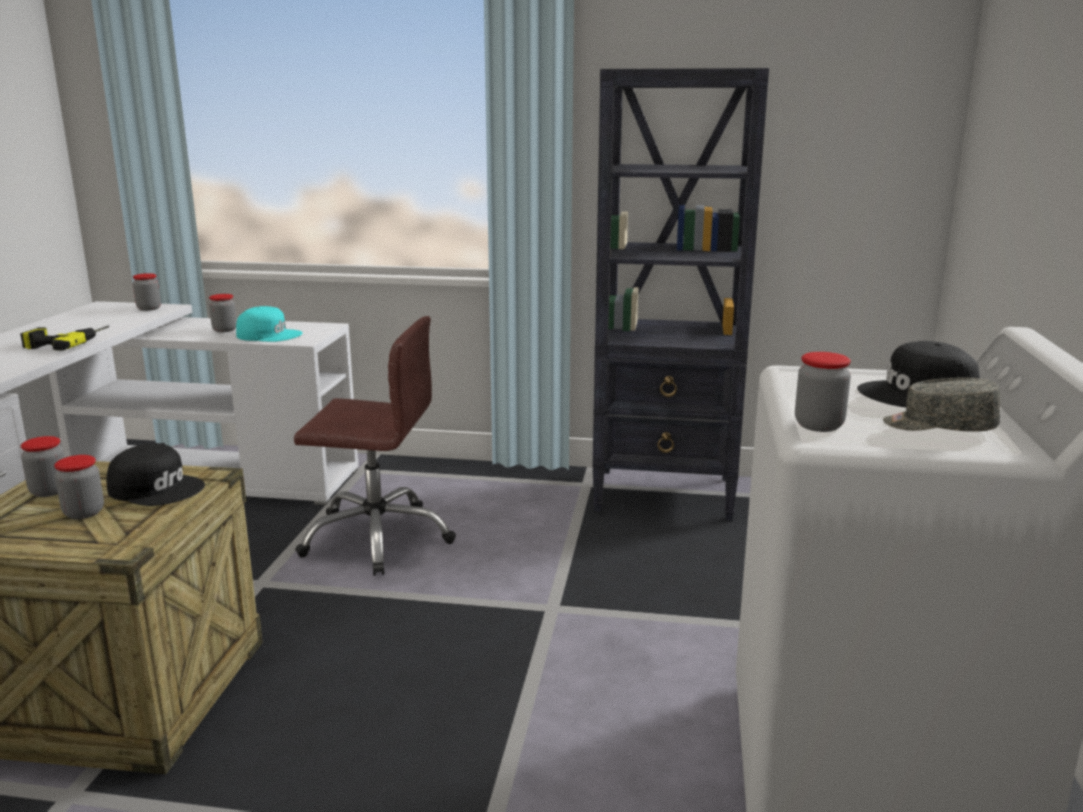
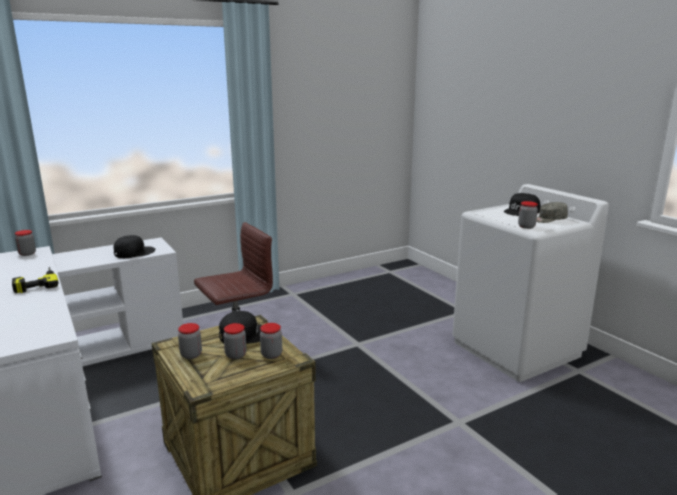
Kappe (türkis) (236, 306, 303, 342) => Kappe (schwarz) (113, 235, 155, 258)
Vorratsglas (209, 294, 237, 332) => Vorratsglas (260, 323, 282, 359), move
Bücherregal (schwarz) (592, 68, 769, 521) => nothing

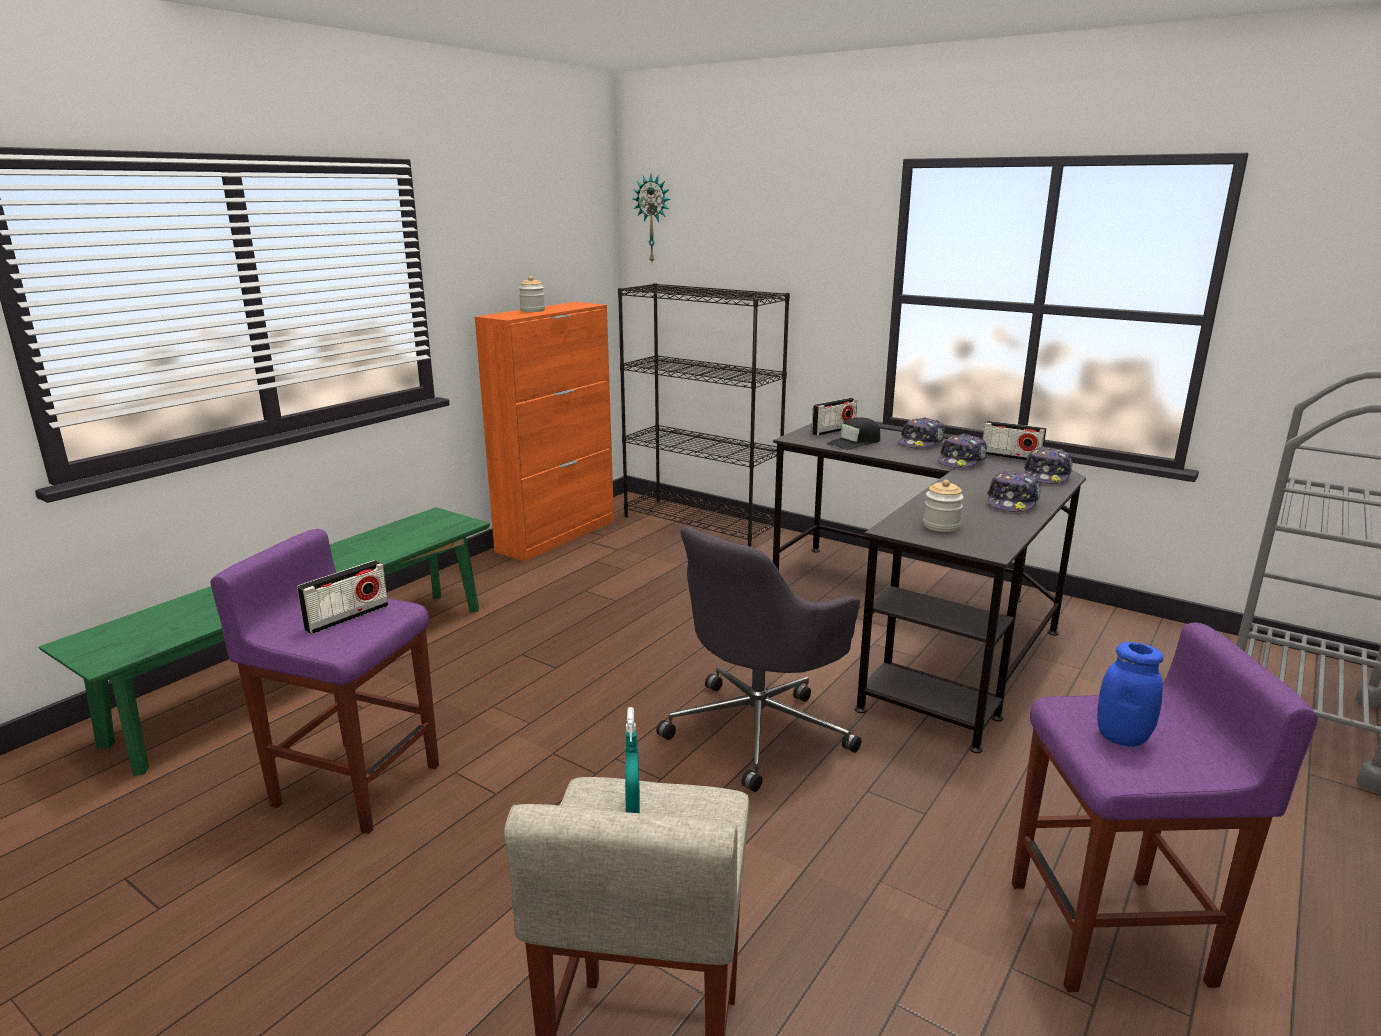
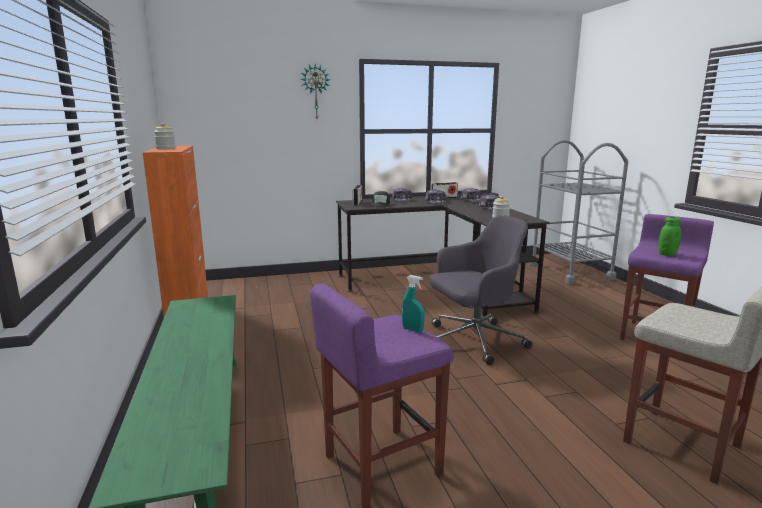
Wanduhr (633, 174, 671, 262) => Wanduhr (301, 64, 330, 119), move
Sprühflasche (türkis) (625, 707, 640, 813) => Sprühflasche (türkis) (402, 275, 425, 332), move
Bürostuhl (grau) (656, 526, 861, 792) => Bürostuhl (grau) (429, 215, 532, 365), 105 degrees counterclockwise
Vorratsglas (blau) (1097, 642, 1163, 747) => Vorratsglas (grün) (658, 217, 681, 256)
Radio (297, 560, 389, 634) => nothing
Bücherregal (schwarz) (618, 283, 790, 547) => nothing

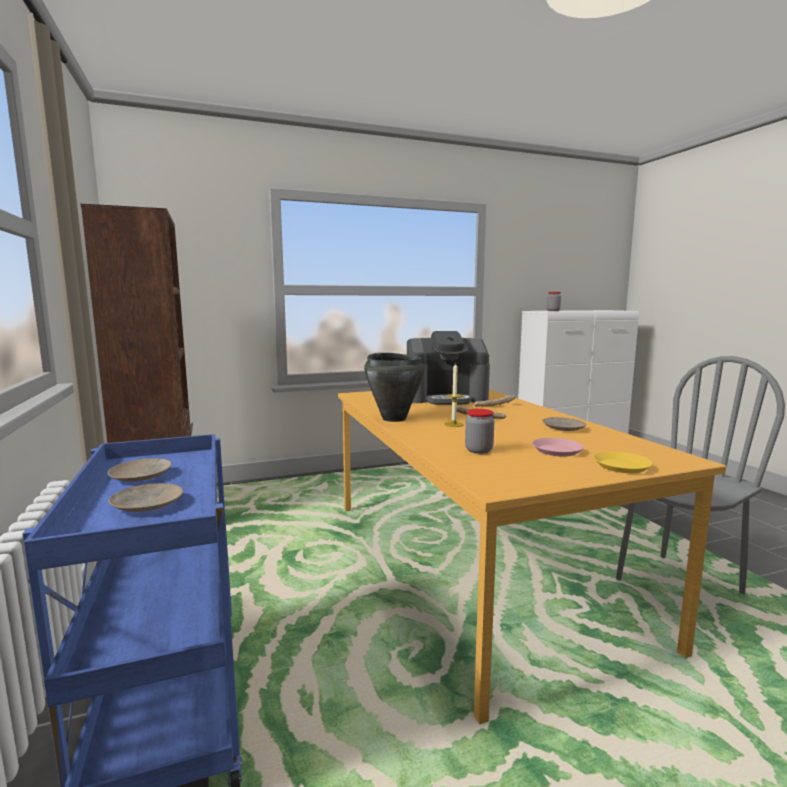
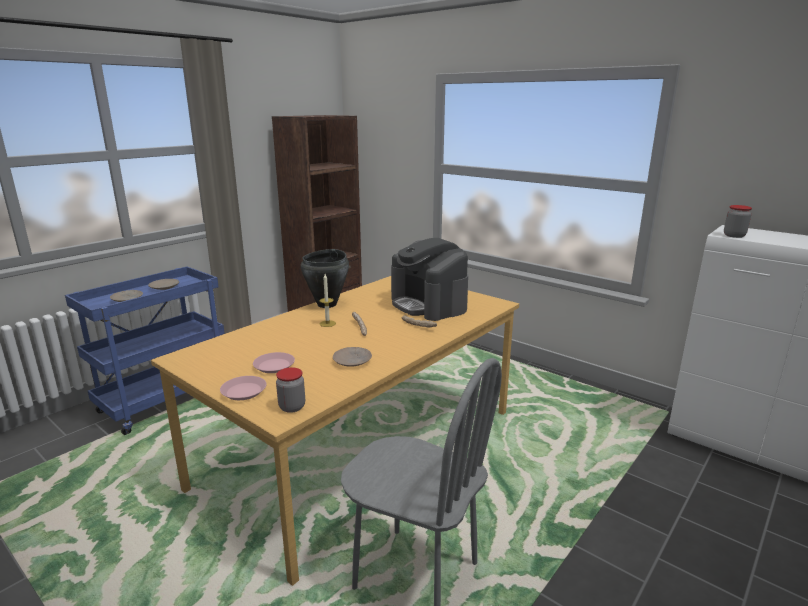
Teller (gelb) (593, 451, 653, 473) => Teller (rosa) (220, 376, 266, 400)
Vorratsglas (465, 409, 494, 454) => Vorratsglas (276, 367, 305, 413), move

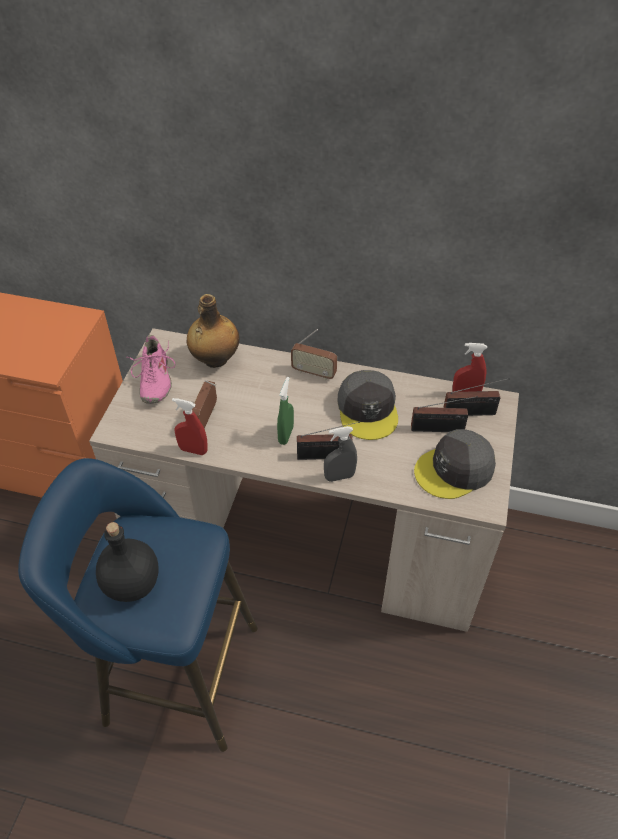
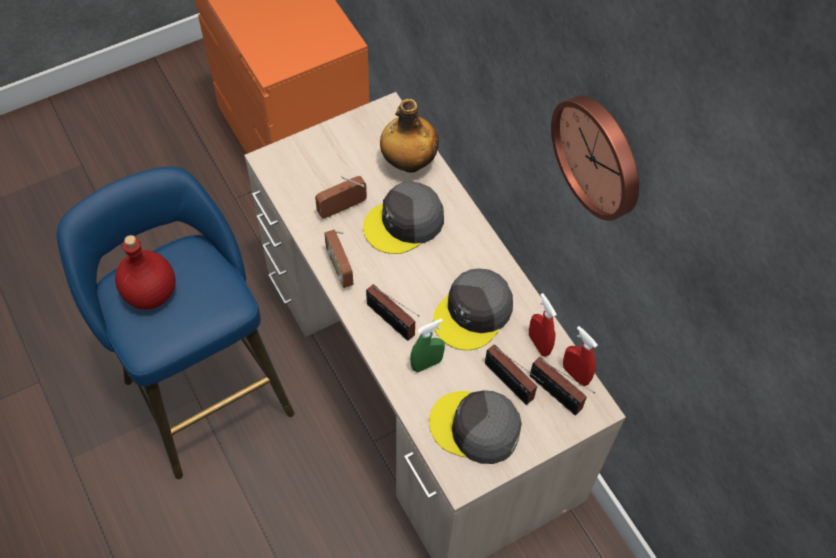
Flasche (schwarz) (96, 522, 158, 602) => Flasche (rot) (115, 235, 176, 310)
Radio (291, 329, 337, 380) => Radio (324, 230, 354, 288), move
nothing => Kappe (grau) (363, 182, 444, 254)
Sprühflasche (grün) (277, 377, 294, 445) => Sprühflasche (grün) (410, 319, 445, 372), move
Sprühflasche (rot) (172, 398, 208, 455) => Sprühflasche (rot) (529, 293, 557, 357), move
nothing => Wanduhr (551, 95, 639, 221)
Schuh (rosa) (127, 335, 175, 404) => nothing
Sprühflasche (grau) (324, 426, 357, 482) => nothing

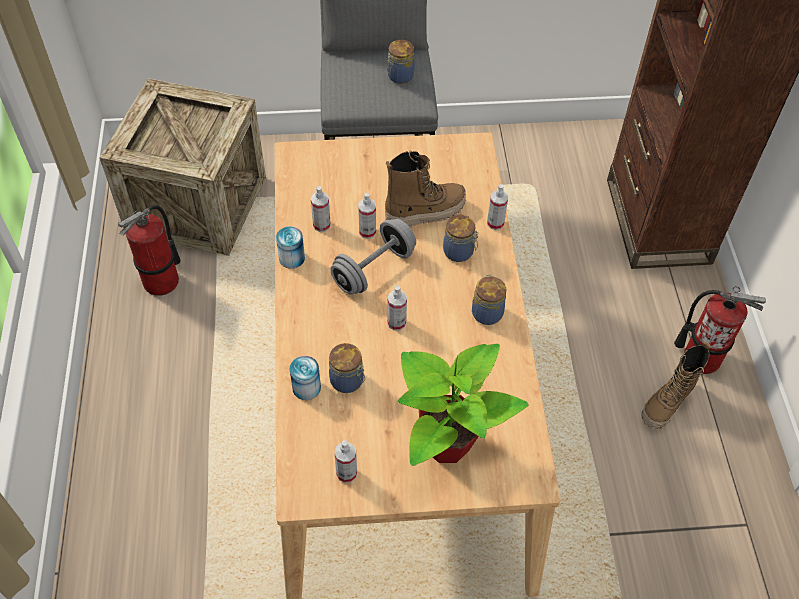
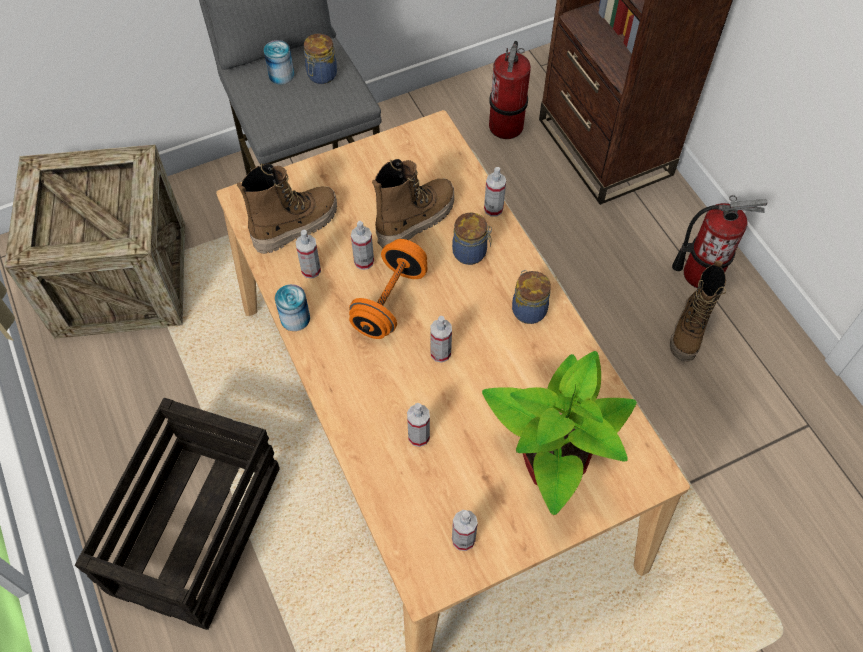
nothing => Kiste (75, 398, 280, 630)
nothing => Stiefel (237, 164, 337, 254)
Dose (289, 356, 321, 400) => Dose (264, 40, 294, 84), move
Hantel (grau) (330, 219, 416, 295) => Hantel (orange) (349, 239, 428, 339)
Vorratsglas (329, 343, 365, 393) => Sprühflasche (407, 403, 430, 447)
Feuerlöscher (118, 205, 181, 296) => Feuerlöscher (489, 41, 531, 139), move

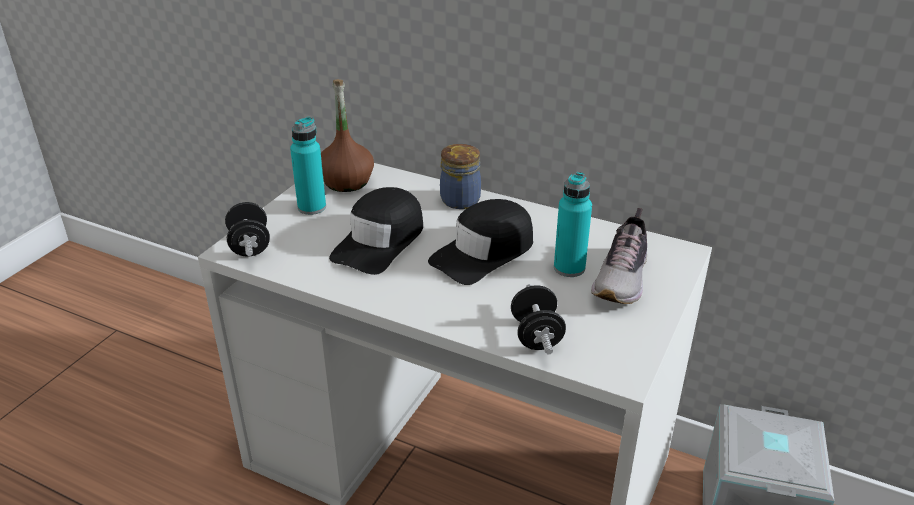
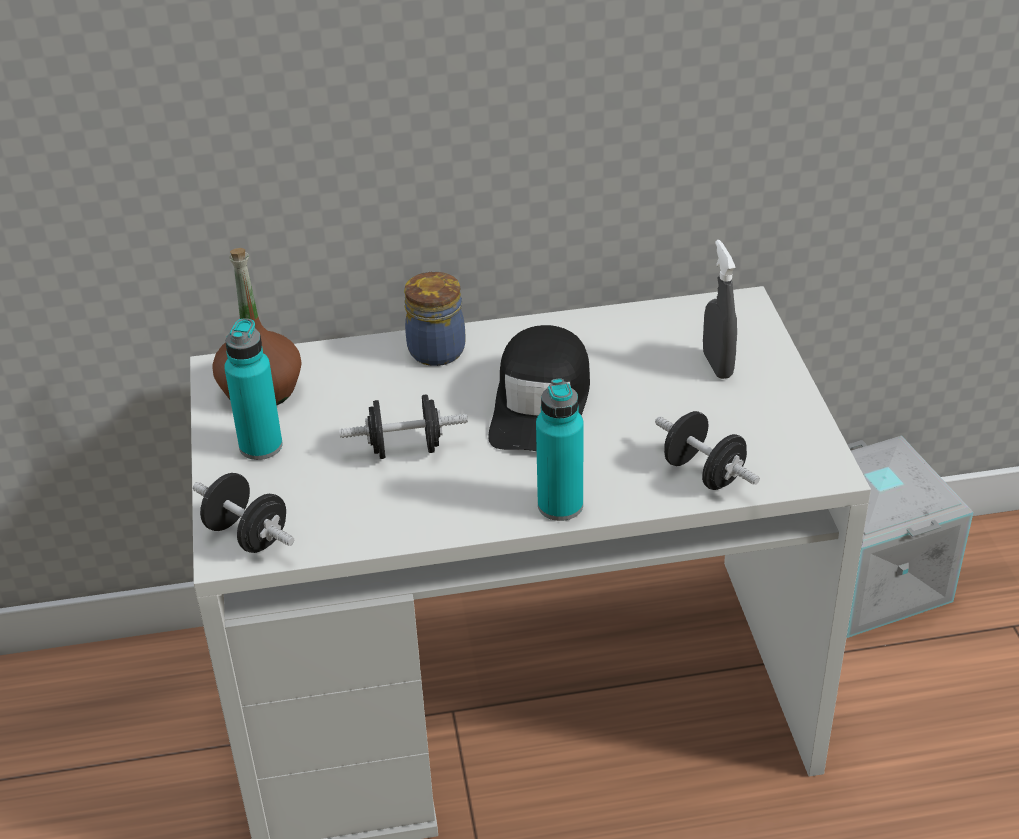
Kappe (schwarz) (329, 187, 423, 275) => Hantel (schwarz) (339, 394, 468, 459)
Flasche (türkis) (554, 172, 592, 277) => Flasche (türkis) (536, 379, 584, 521), move
Schuh (591, 208, 647, 304) => Sprühflasche (grau) (703, 240, 737, 379)

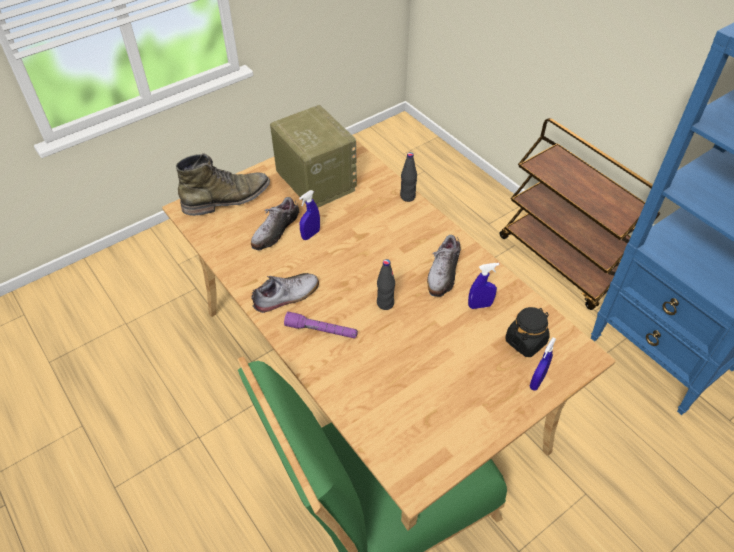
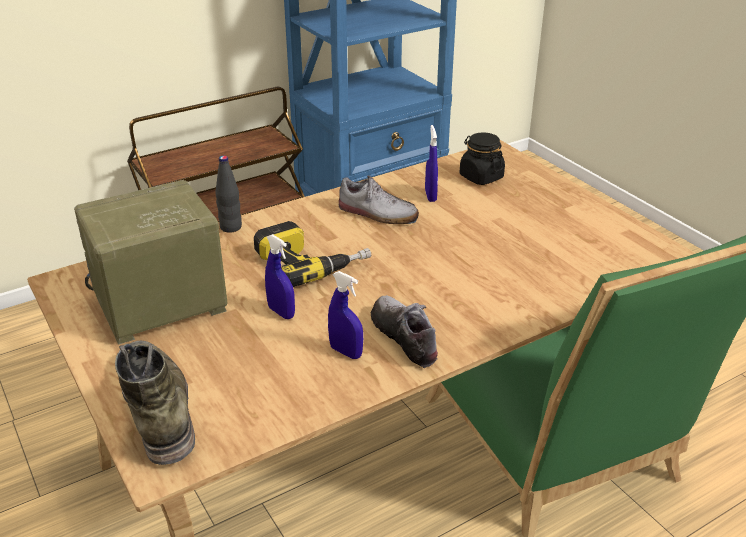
nothing => Bohrmaschine (254, 221, 371, 287)
Sprühflasche (blau) (530, 337, 556, 391) => Sprühflasche (blau) (328, 271, 363, 359), move
Schuh (251, 197, 299, 250) => nothing
Taschenlampe (lila) (284, 312, 358, 339) => nothing
Flasche (schwarz) (377, 259, 395, 310) => nothing

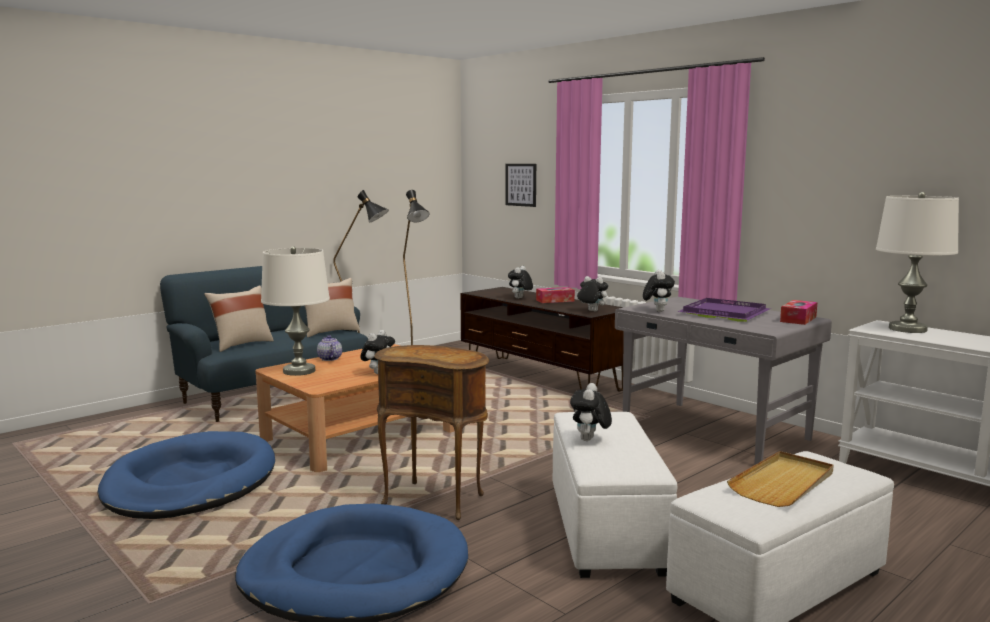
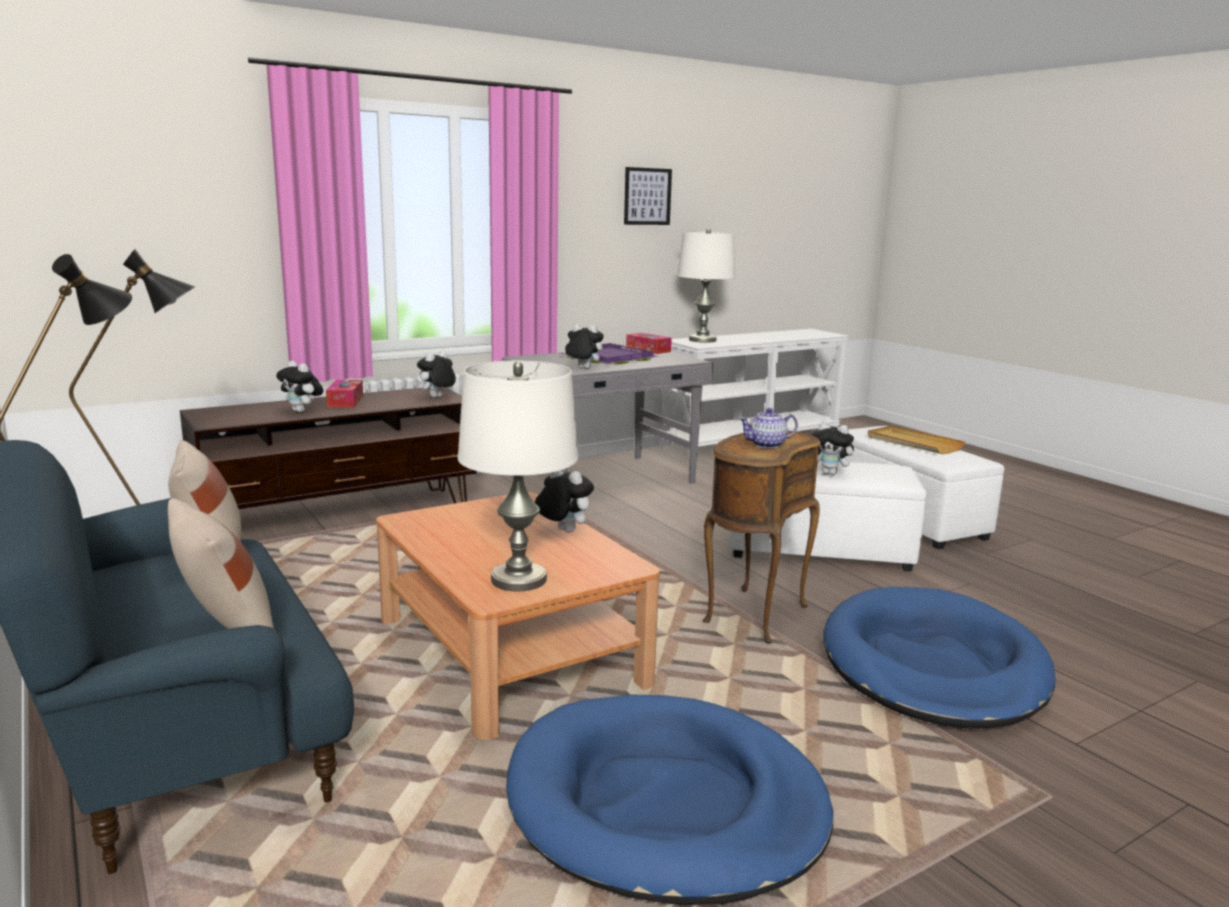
Bild (505, 164, 536, 207) => Bild (624, 167, 672, 225), move
Teekanne (317, 335, 342, 361) => Teekanne (739, 408, 798, 449), move

